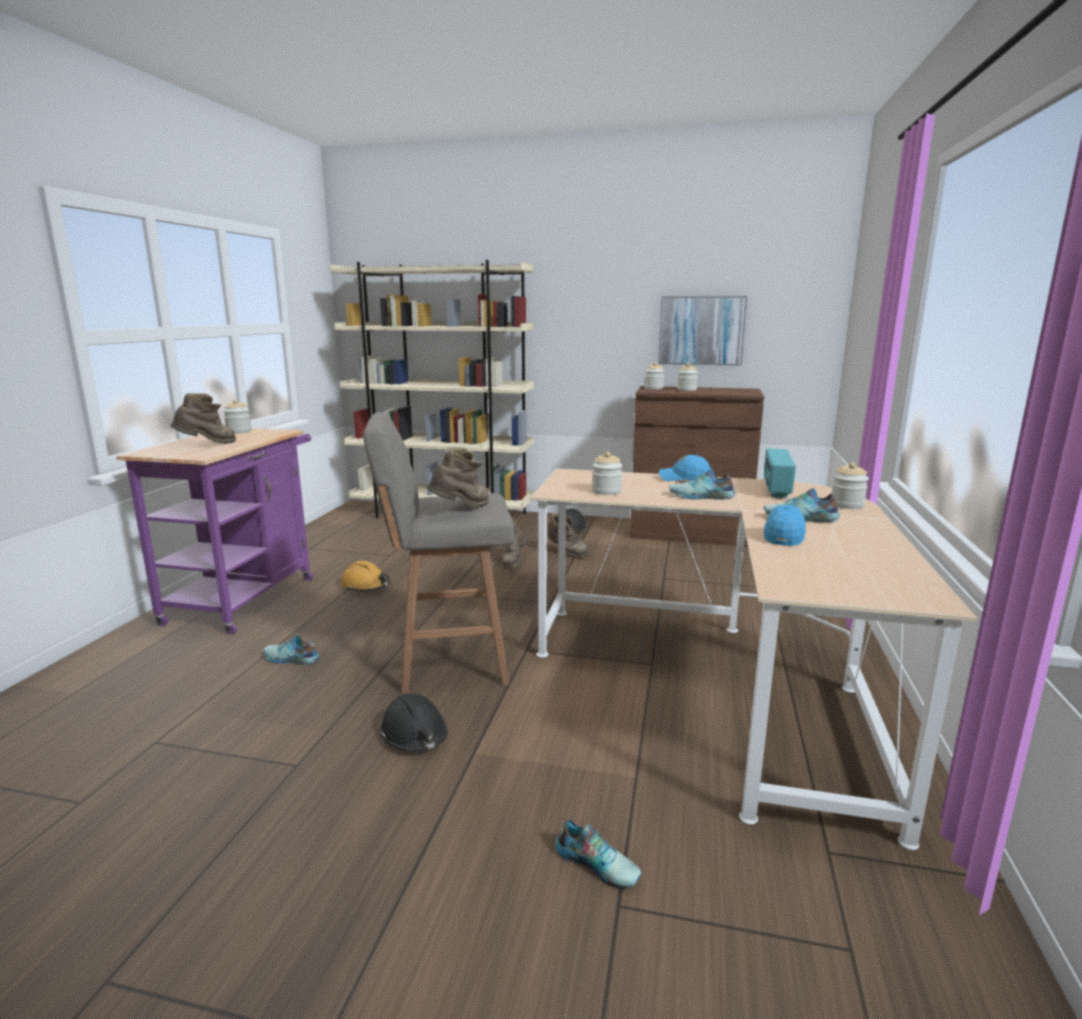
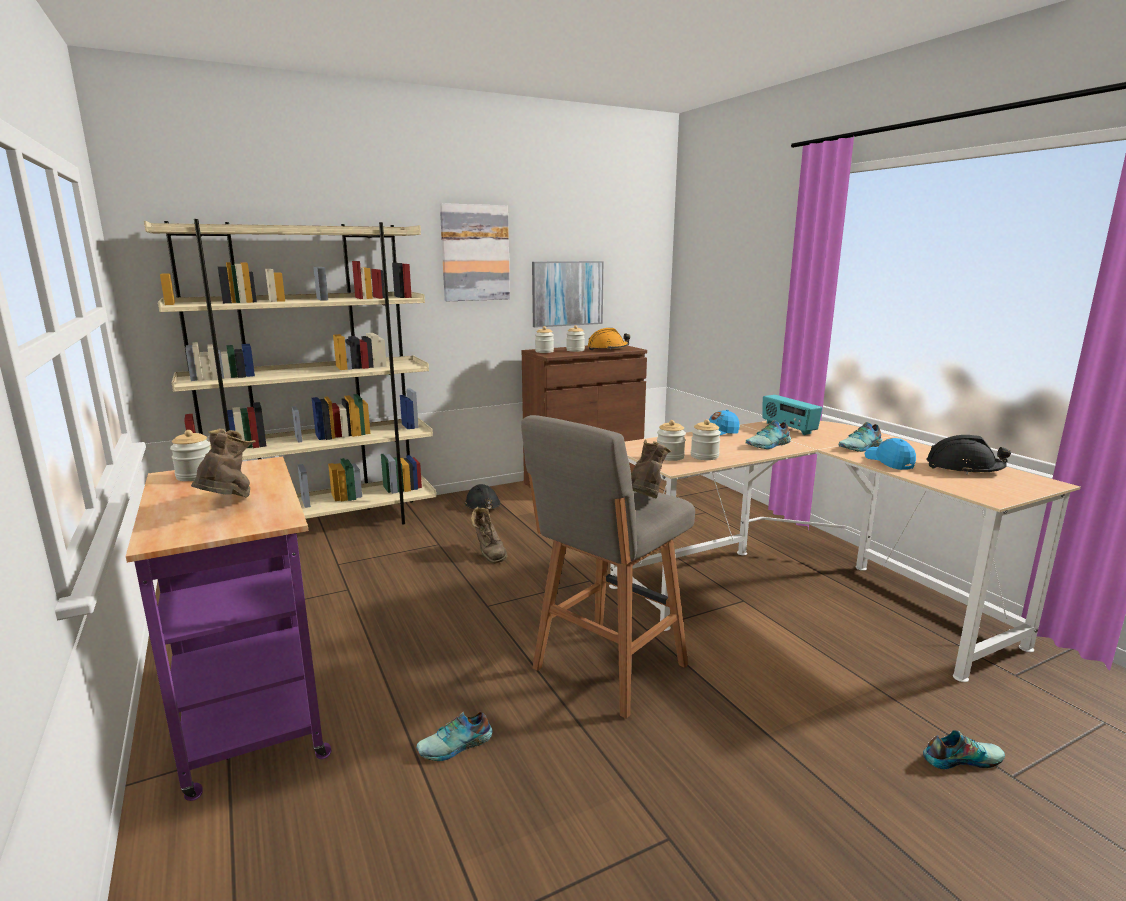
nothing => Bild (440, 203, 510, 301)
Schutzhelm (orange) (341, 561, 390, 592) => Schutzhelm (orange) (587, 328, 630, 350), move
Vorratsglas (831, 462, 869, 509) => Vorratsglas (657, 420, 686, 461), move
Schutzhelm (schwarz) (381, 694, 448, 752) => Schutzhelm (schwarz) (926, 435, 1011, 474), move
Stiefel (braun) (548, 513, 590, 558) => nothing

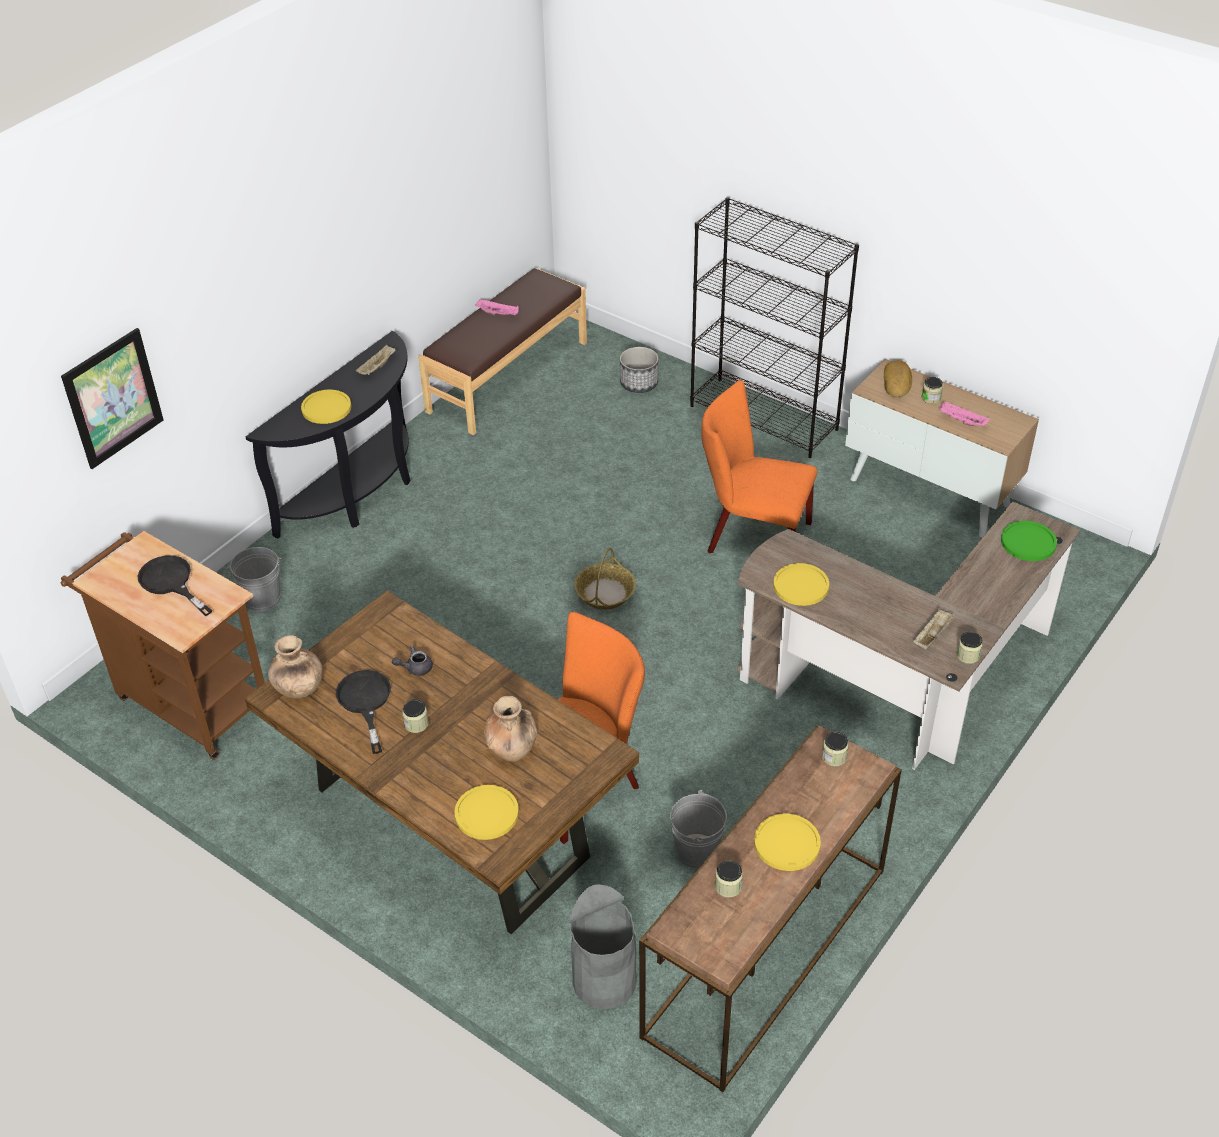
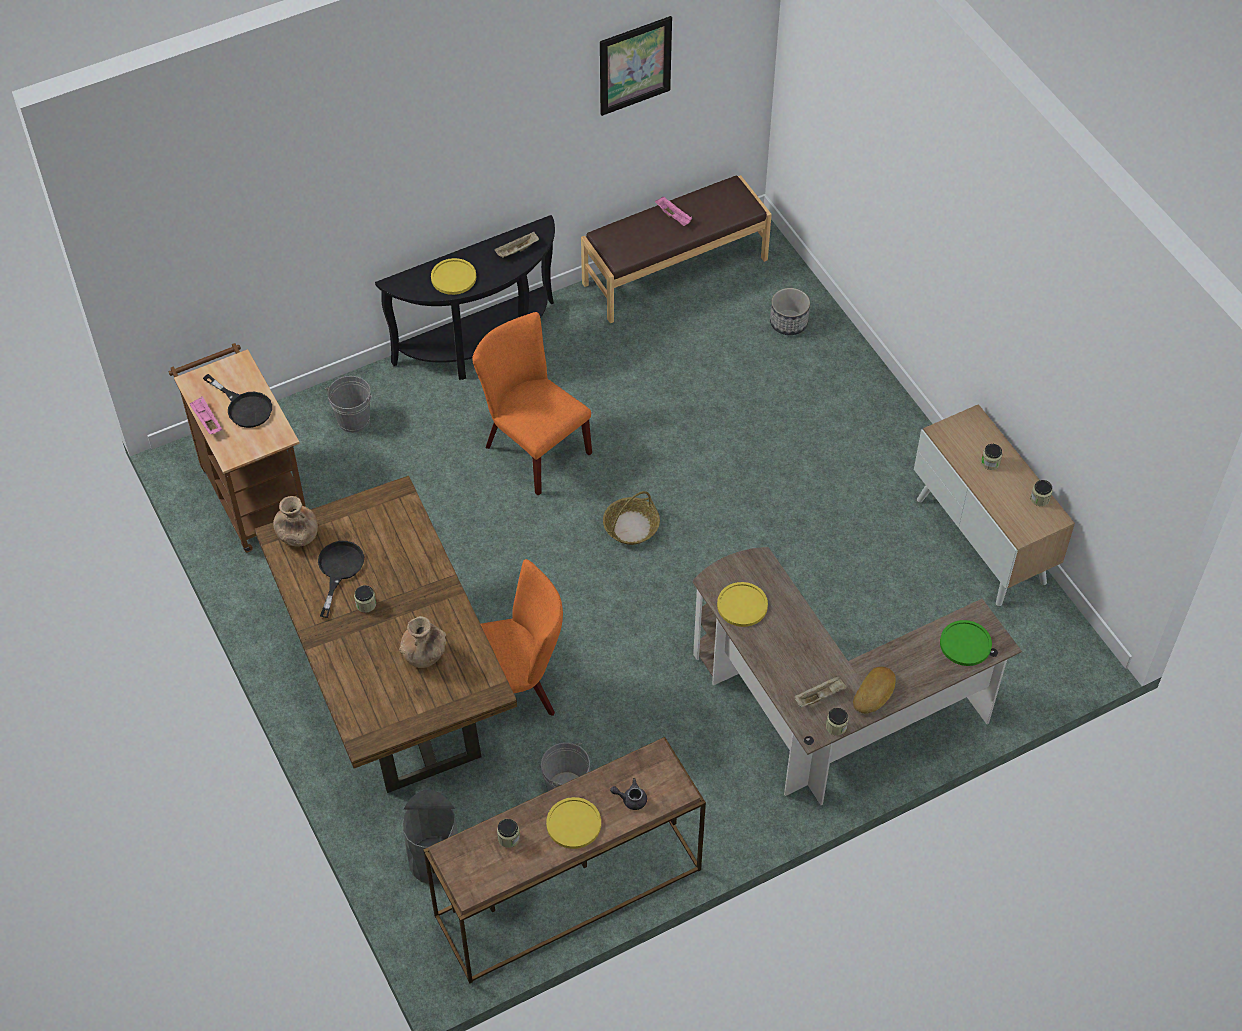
Tablett (rosa) (939, 402, 990, 426) => Tablett (rosa) (190, 396, 222, 434), move
Pfanne (schwarz) (137, 555, 212, 616) => Pfanne (schwarz) (203, 374, 272, 428), 150 degrees clockwise
Stuhl (orange) (702, 380, 817, 553) => Stuhl (orange) (472, 312, 592, 496), move
Bild (61, 328, 164, 469) => Bild (600, 16, 672, 116), move
Teekanne (grau) (392, 645, 433, 676) => Teekanne (grau) (610, 778, 647, 810), move
Brot (884, 360, 912, 397) => Brot (853, 667, 896, 714), move
Vorratsglas (822, 732, 849, 767) => Vorratsglas (1030, 480, 1052, 506), move
Teller (gelb) (455, 785, 519, 840) => nothing
Bücherregal (schwarz) (690, 197, 859, 458) => nothing

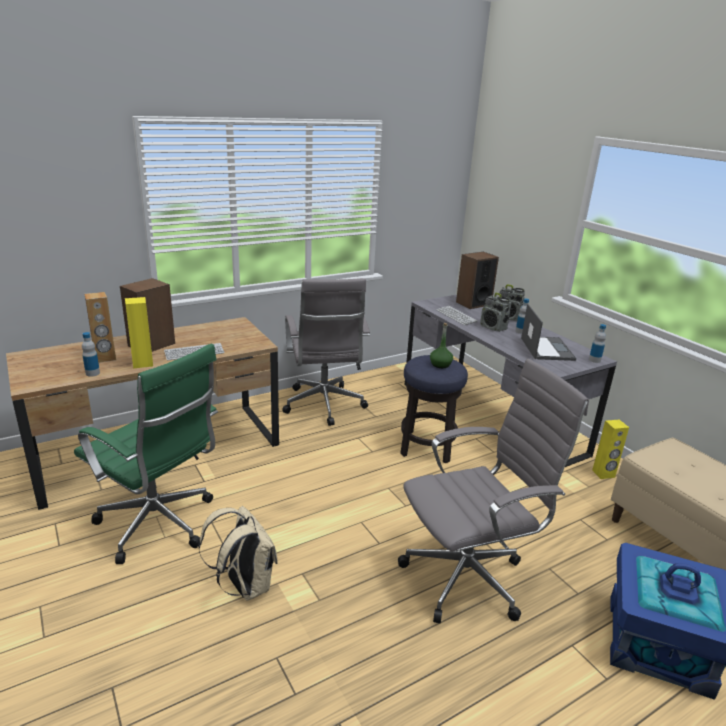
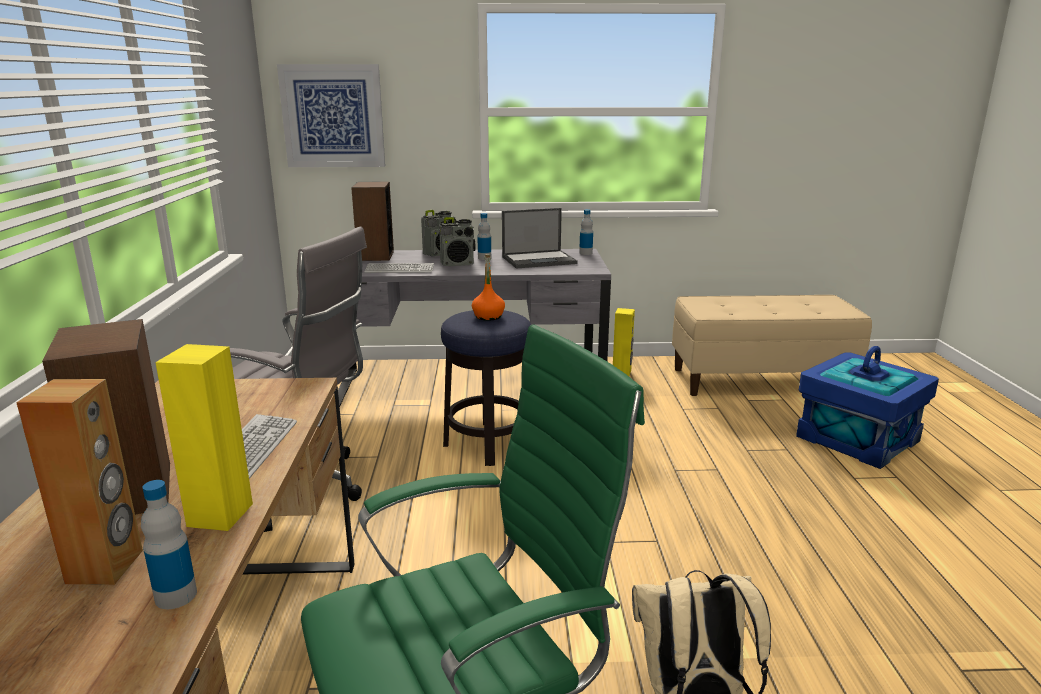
nothing => Bild (277, 64, 385, 167)
Flasche (grün) (430, 323, 453, 368) => Flasche (orange) (472, 254, 505, 321)
Laptop (521, 304, 576, 361) => Laptop (502, 208, 578, 269), 135 degrees clockwise
Bürostuhl (grau) (398, 359, 589, 624) => nothing

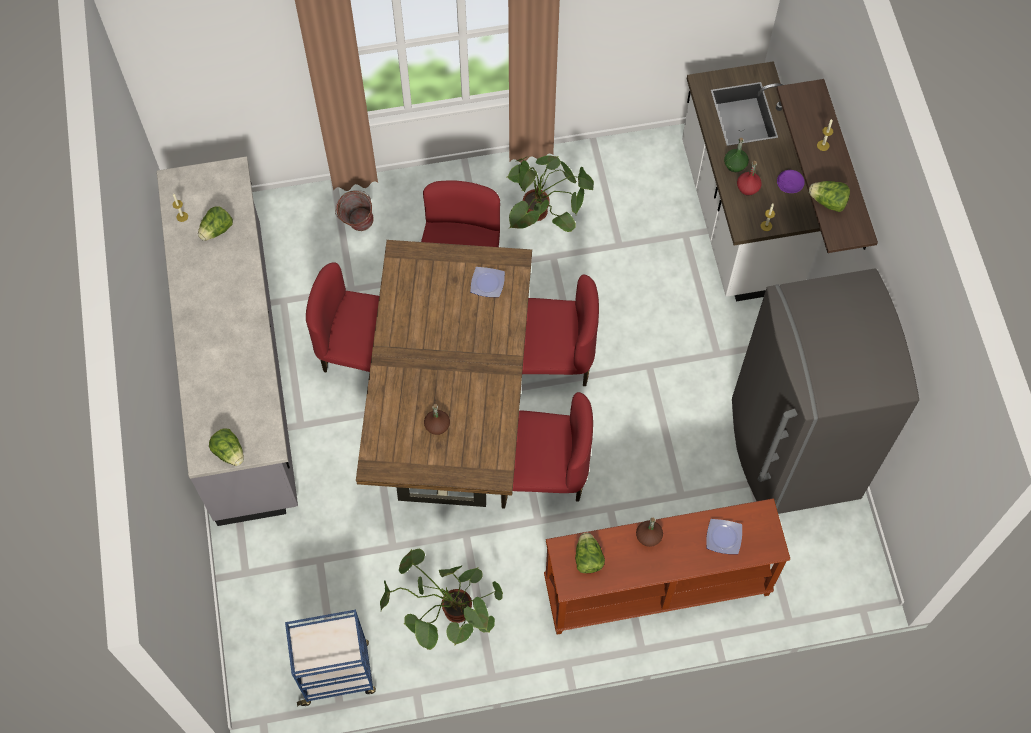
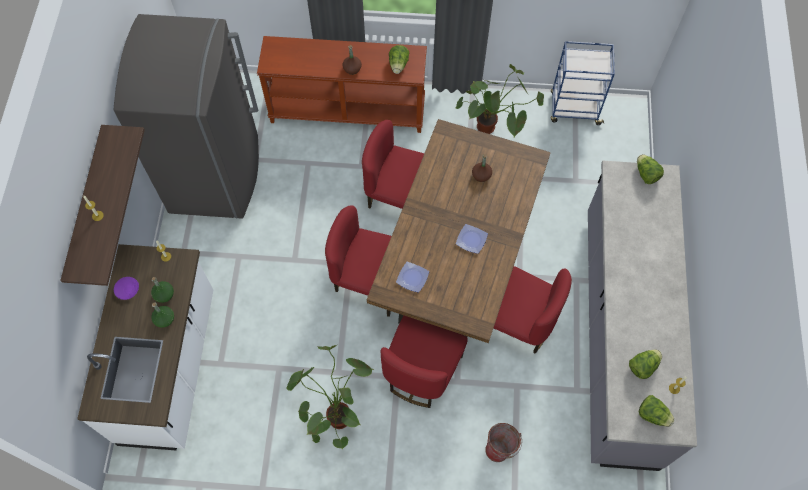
Flasche (rot) (737, 161, 762, 196) => Flasche (grün) (151, 277, 174, 303)
Teller (706, 519, 742, 554) => Teller (456, 224, 488, 254), move
Salatkopf (809, 181, 850, 212) => Salatkopf (639, 395, 674, 427), move

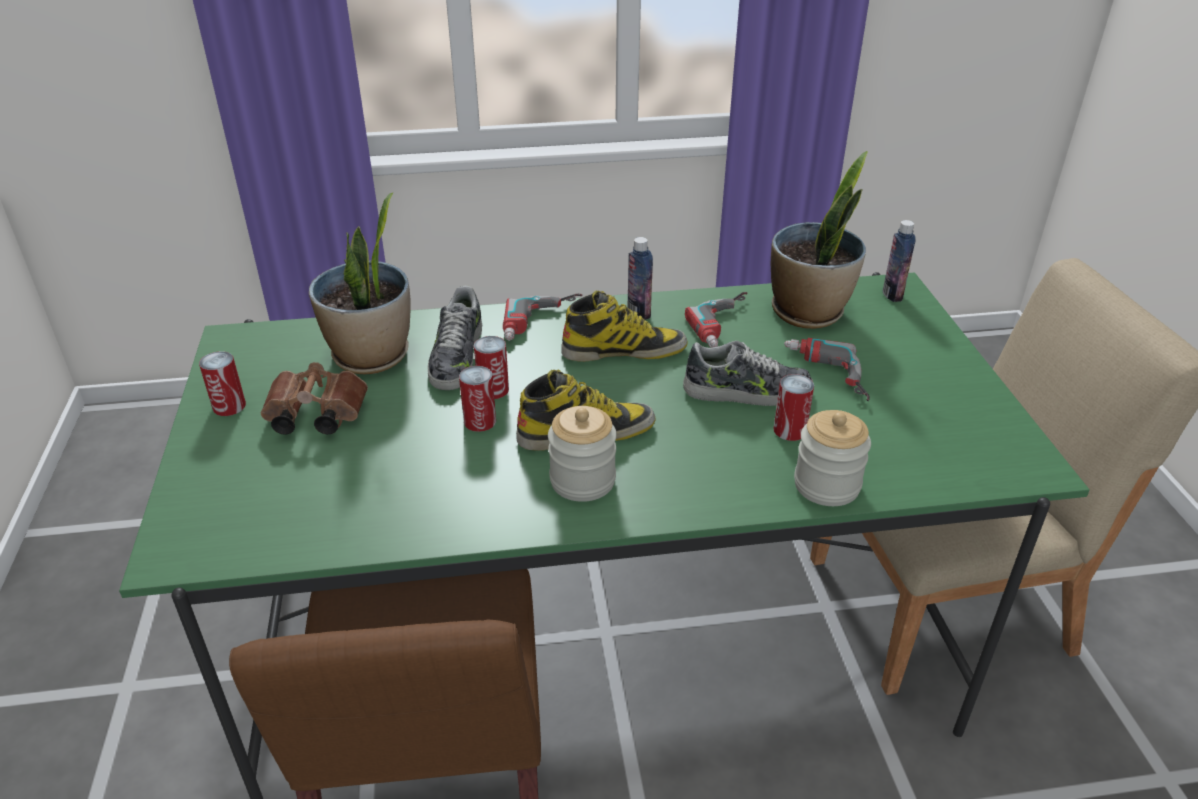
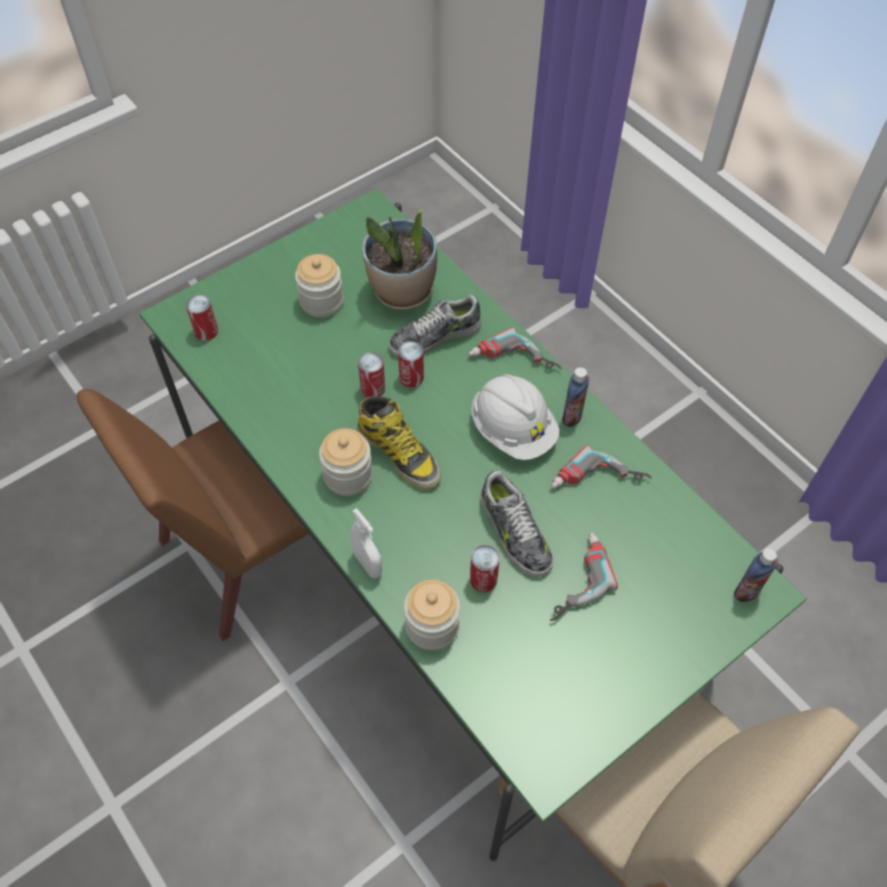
Dose (199, 351, 246, 416) => Dose (186, 295, 218, 341), move
Fernglas (braun) (261, 362, 368, 435) => Vorratsglas (295, 254, 344, 318)
nothing => Sprühflasche (weiß) (351, 508, 382, 578)
Stiefel (561, 291, 688, 362) => Schutzhelm (weiß) (471, 374, 560, 460)
Topfpflanze (771, 151, 868, 329) => nothing

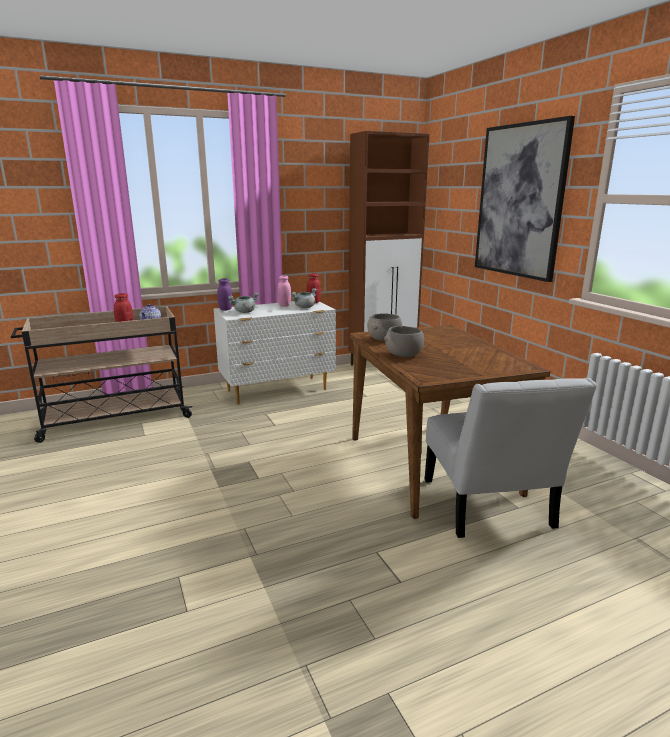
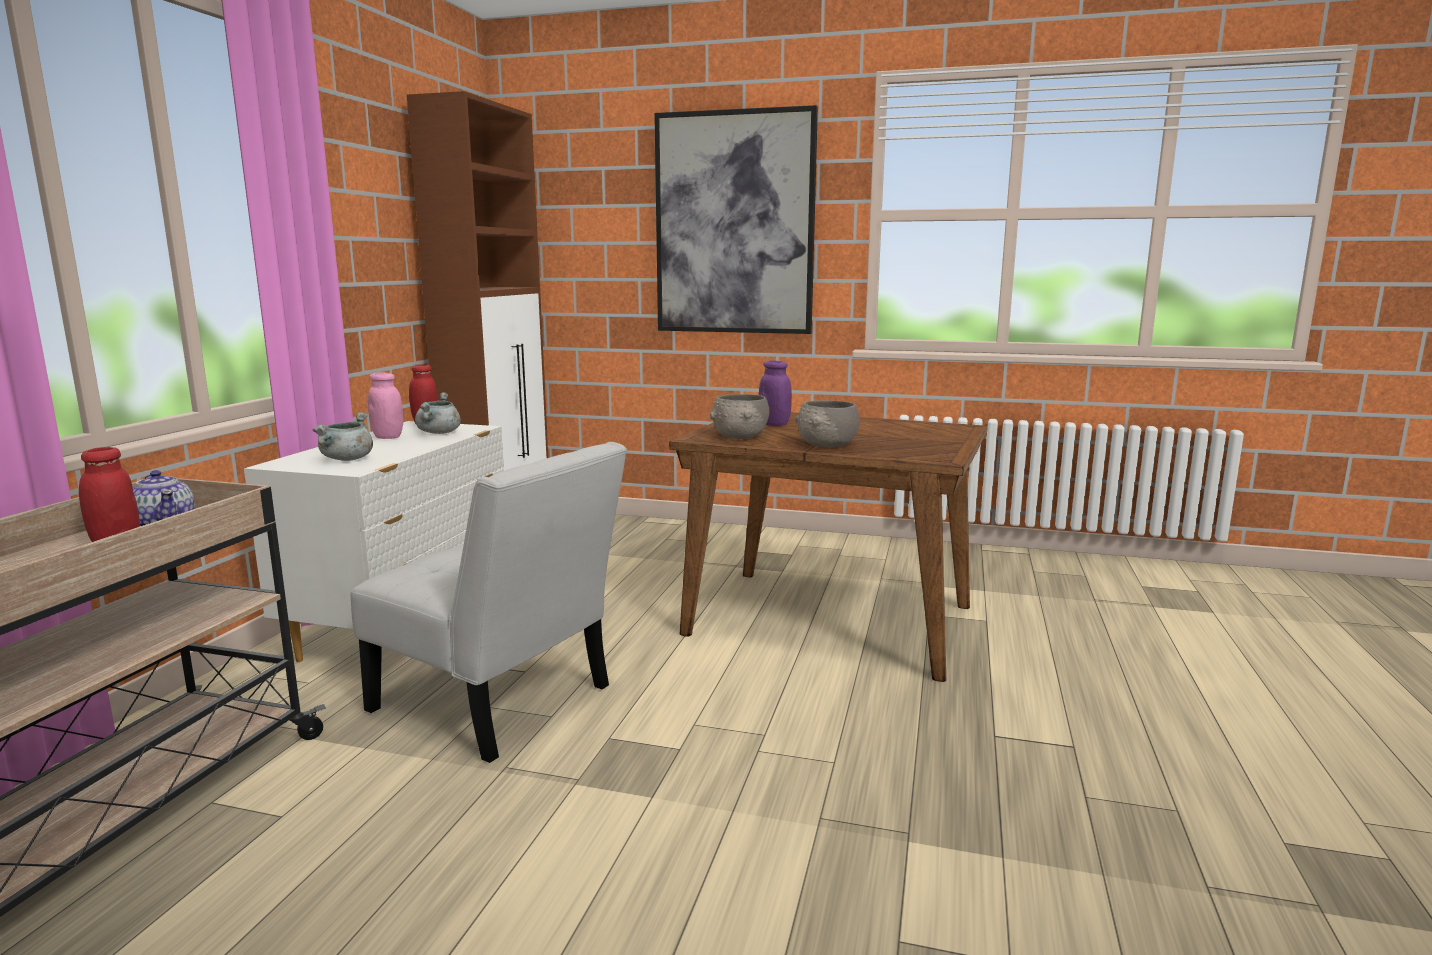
Stuhl (weiß) (424, 378, 597, 538) => Stuhl (weiß) (351, 442, 627, 763), move
Vorratsglas (lila) (217, 278, 232, 311) => Vorratsglas (lila) (759, 360, 792, 426), move

